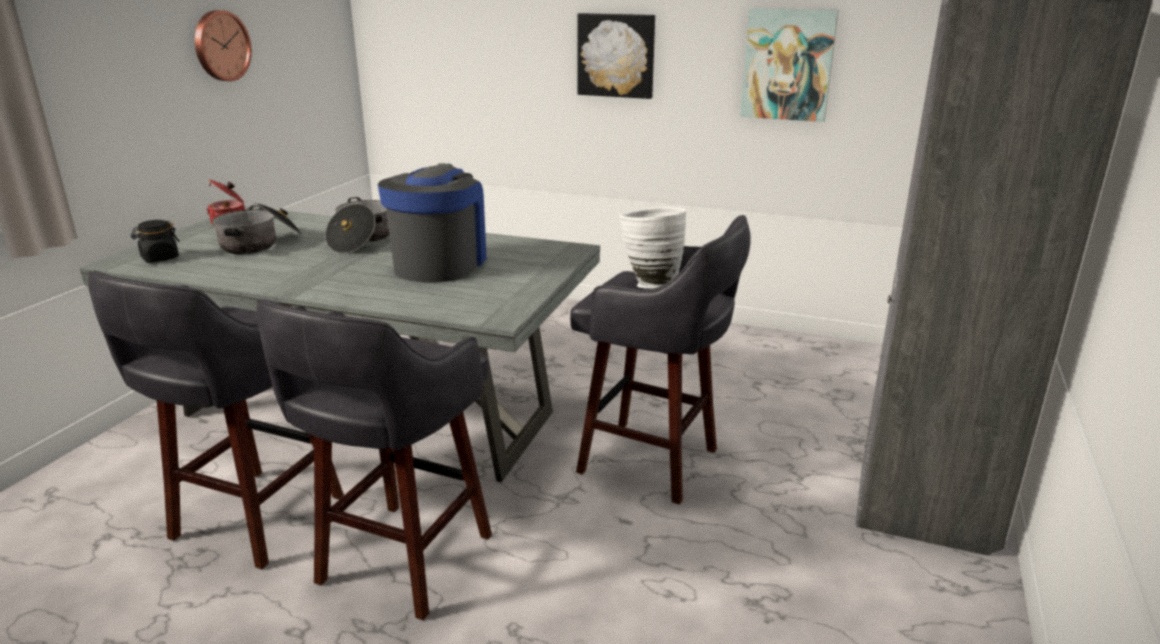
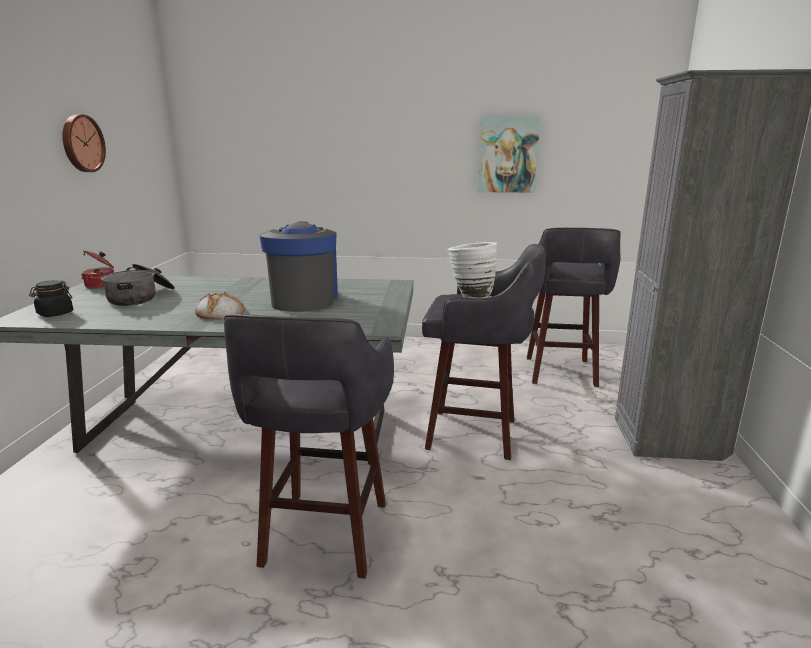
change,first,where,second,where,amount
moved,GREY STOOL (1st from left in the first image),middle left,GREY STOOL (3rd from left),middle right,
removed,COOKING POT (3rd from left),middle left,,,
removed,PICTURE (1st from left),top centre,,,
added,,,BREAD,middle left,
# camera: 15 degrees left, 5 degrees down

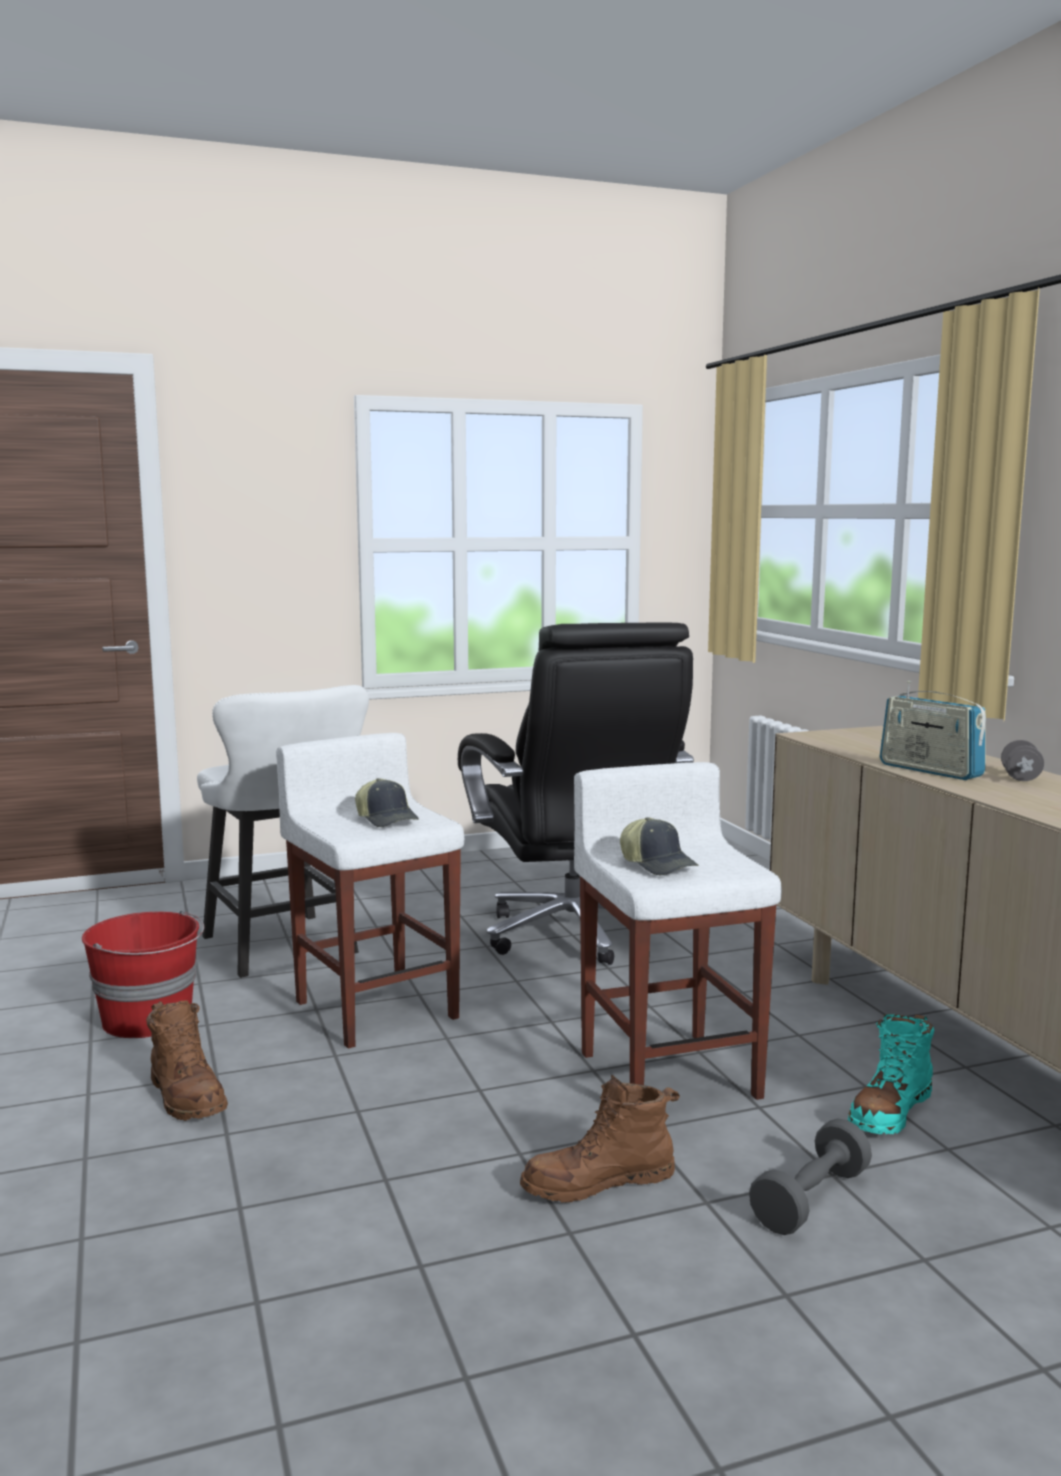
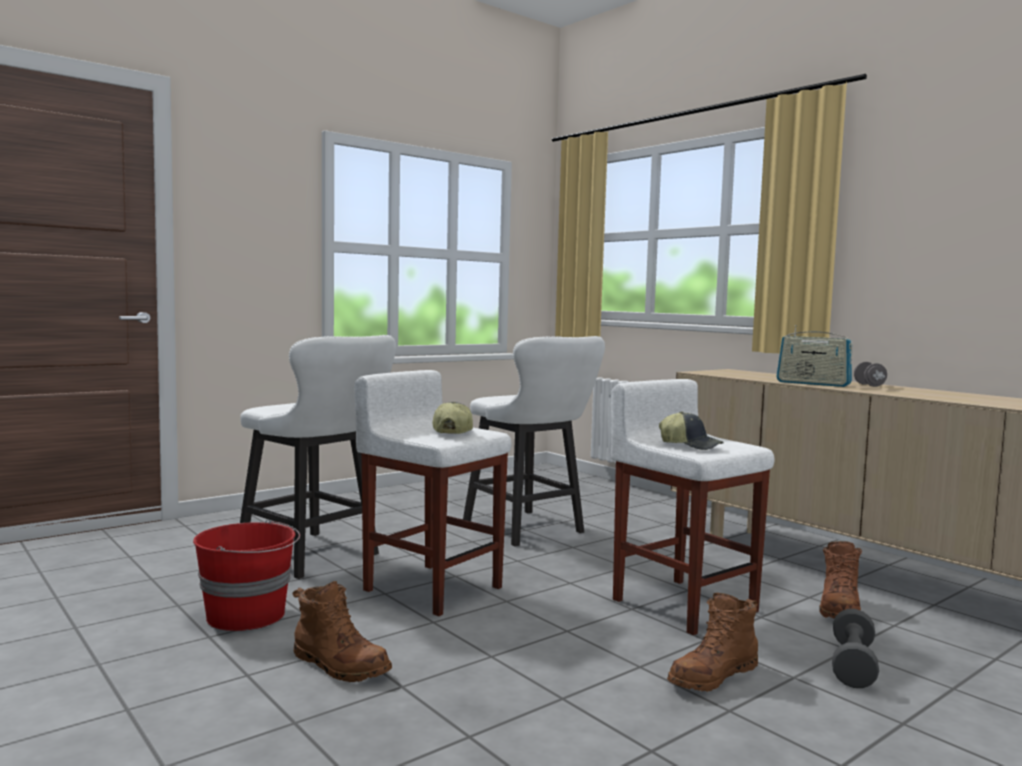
change,first,where,second,where,amount
turned,CAP (1st from left),centre,,centre,120 degrees counterclockwise
replaced,BLACK OFFICE CHAIR,centre,WHITE STOOL (3rd from left),centre,
recoloured,TURQUOISE BOOT,bottom right,BROWN BOOT (3rd from left),bottom right,
# camera: 20 degrees left, 5 degrees down

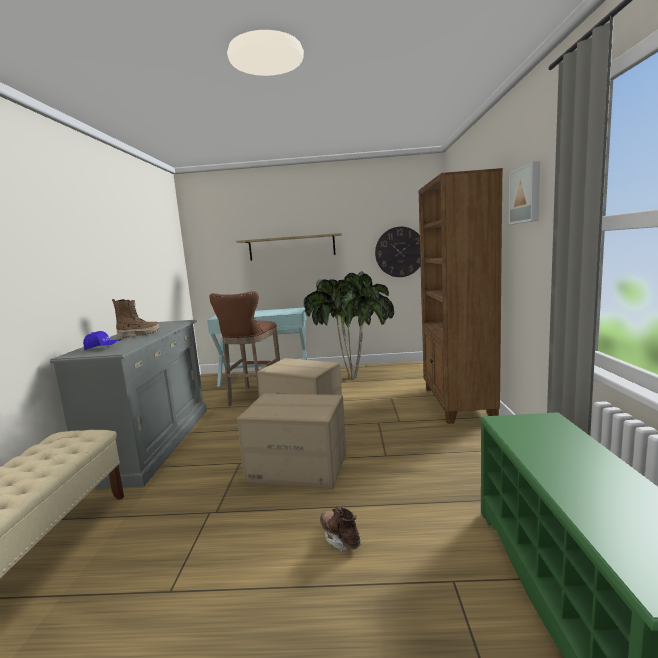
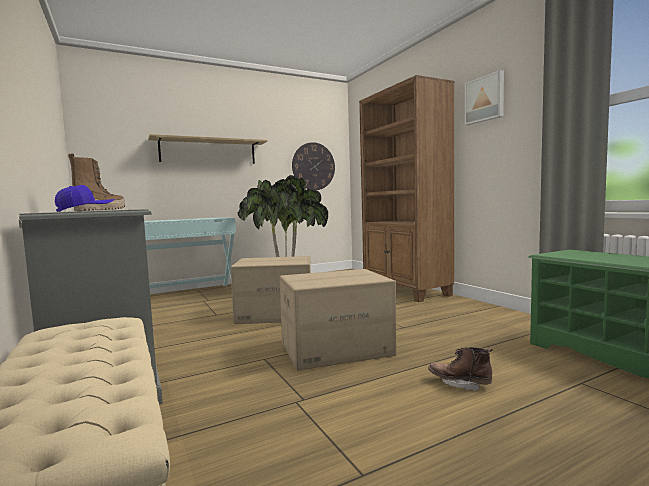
change,first,where,second,where,amount
removed,BROWN STOOL,centre,,,
# camera: 30 degrees left, 5 degrees down

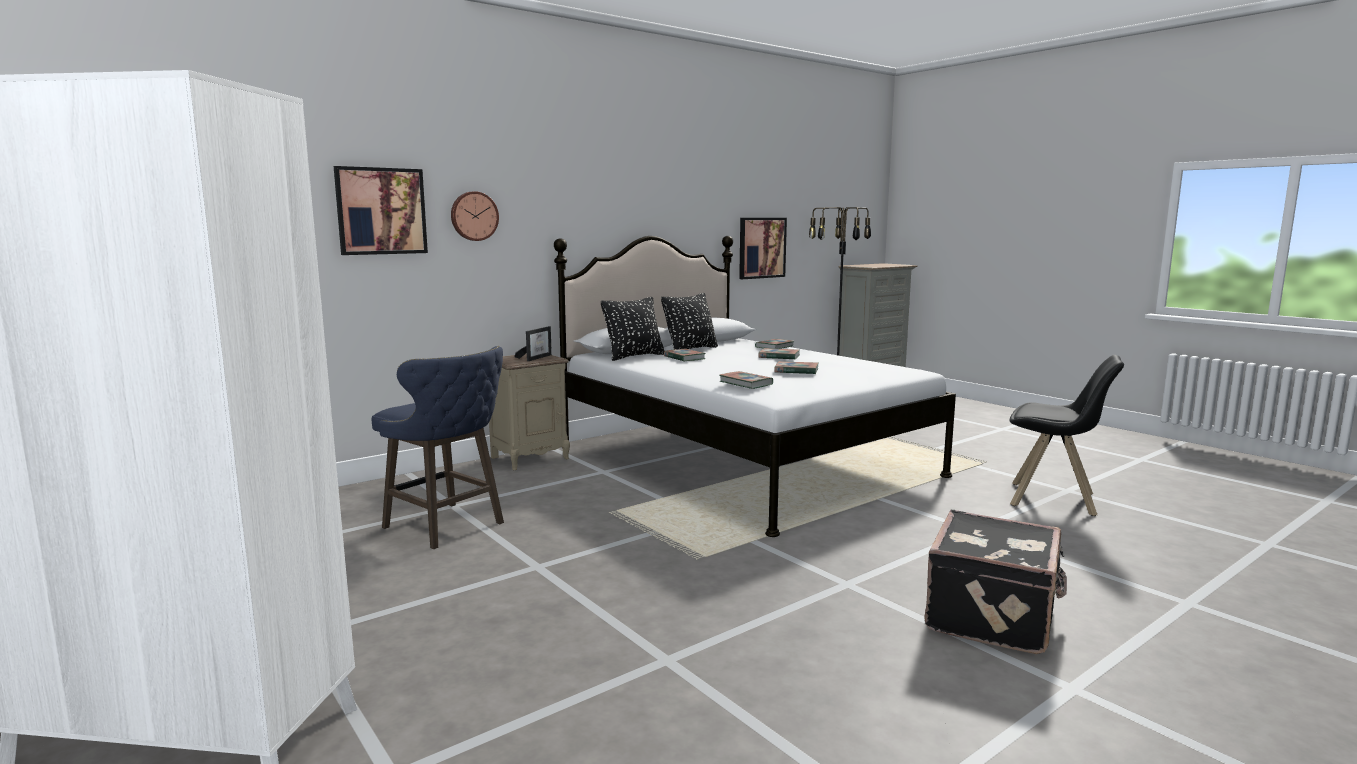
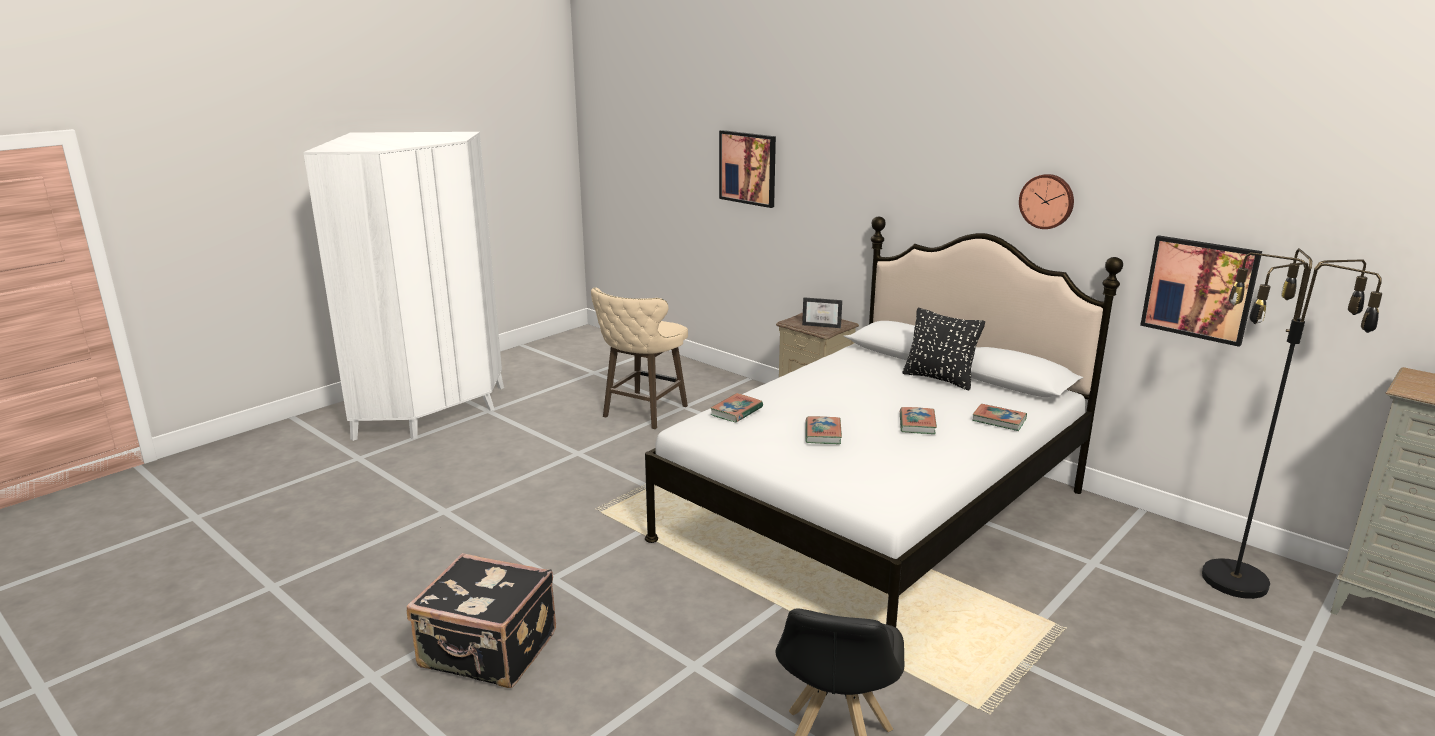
change,first,where,second,where,amount
recoloured,BLUE STOOL,middle left,BEIGE STOOL,centre,
moved,WALL CLOCK,top centre,,top right,
removed,BLACK PILLOW (1st from left),centre,,,
removed,BOOK (1st from left),centre,,,
# camera: 80 degrees right, 10 degrees up

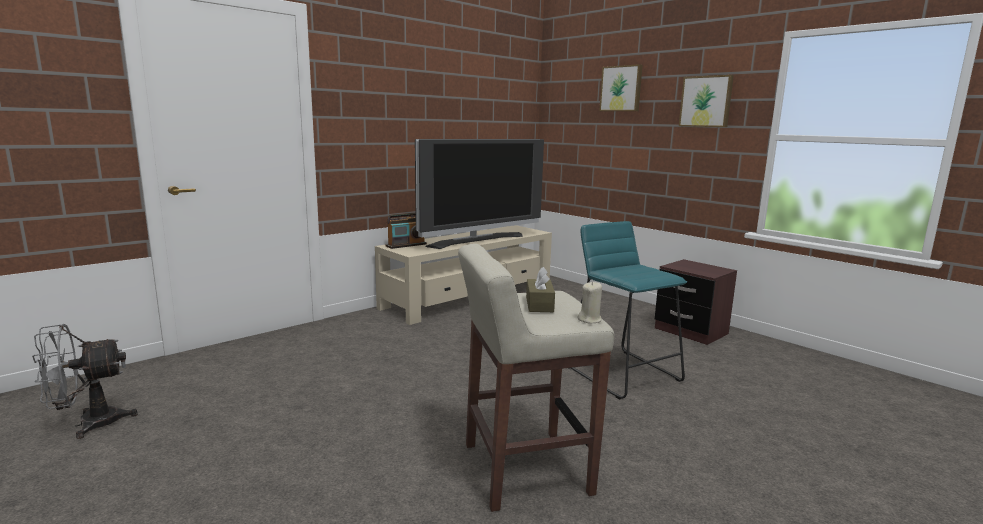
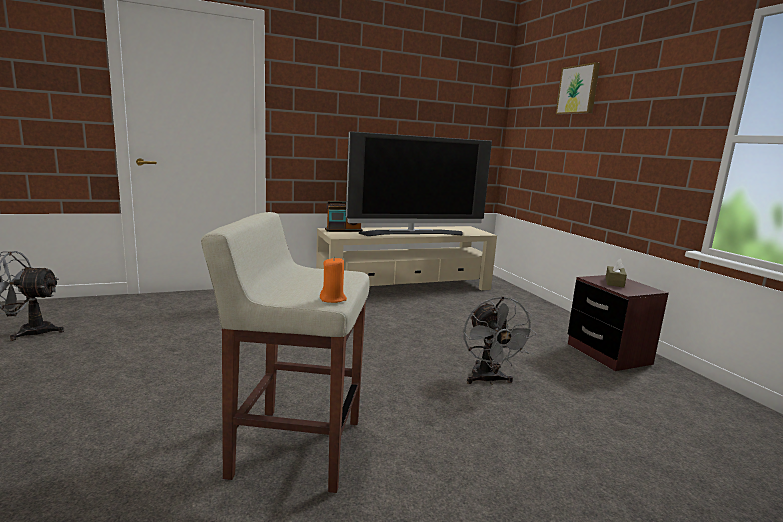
change,first,where,second,where,amount
moved,BROWN TISSUE BOX,centre,,middle right,
replaced,TURQUOISE STOOL,centre,GREY FAN (2nd from left),centre,
recoloured,BEIGE CANDLE,centre,ORANGE CANDLE,centre,
removed,PICTURE (2nd from left),top right,,,
# camera: 20 degrees right, 0 degrees up

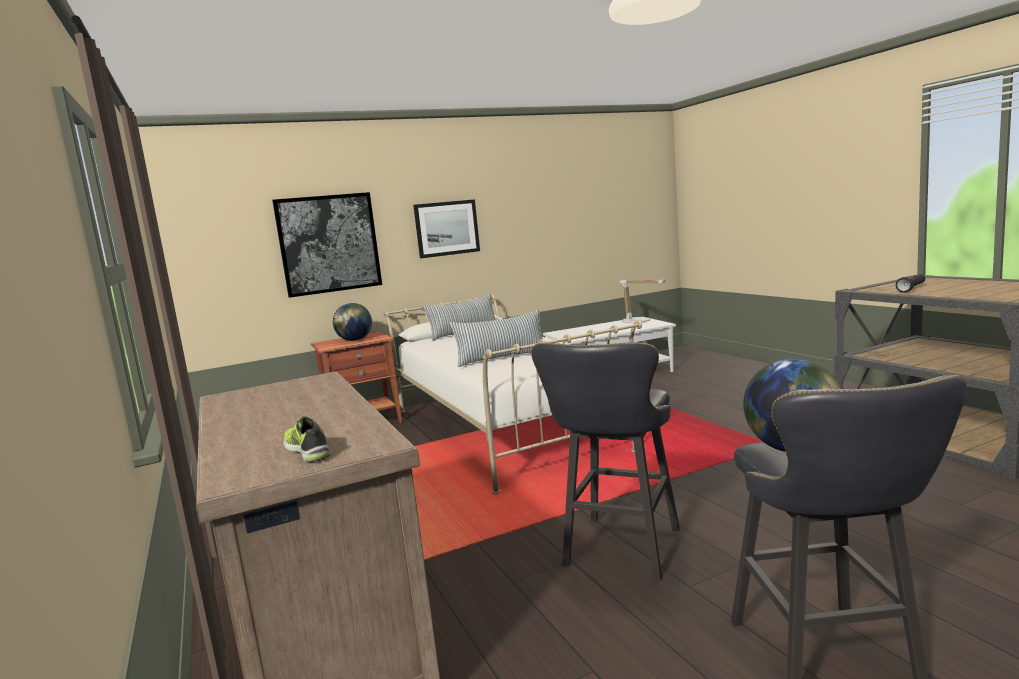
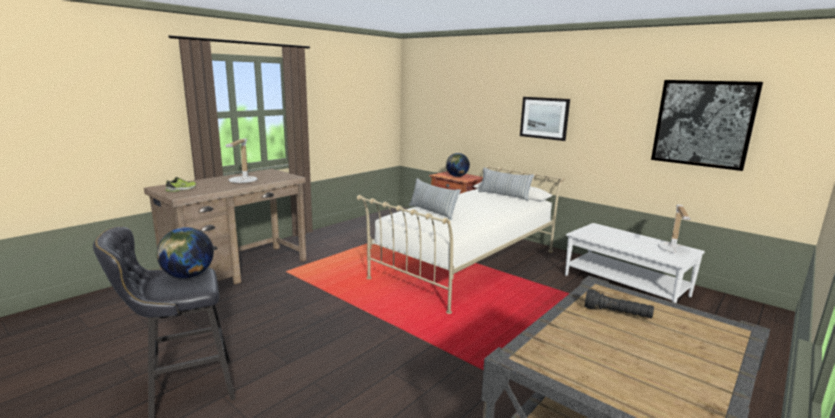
change,first,where,second,where,amount
moved,PICTURE (1st from left in the first image),middle left,PICTURE (2nd from left),top right,
removed,BLACK STOOL (1st from left),bottom centre,,,
added,,,TABLE LAMP (1st from left),middle left,
# camera: 65 degrees right, 5 degrees up

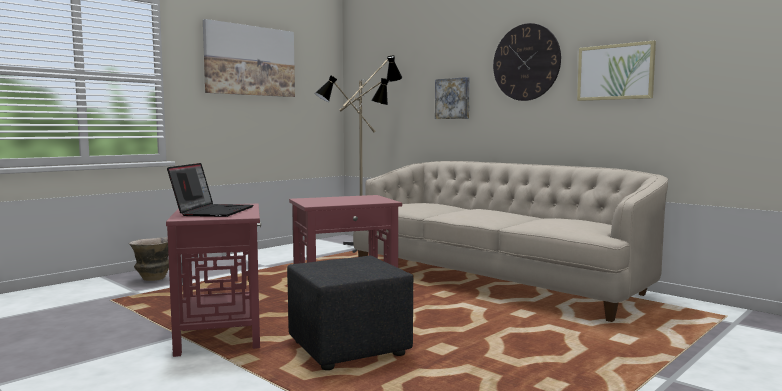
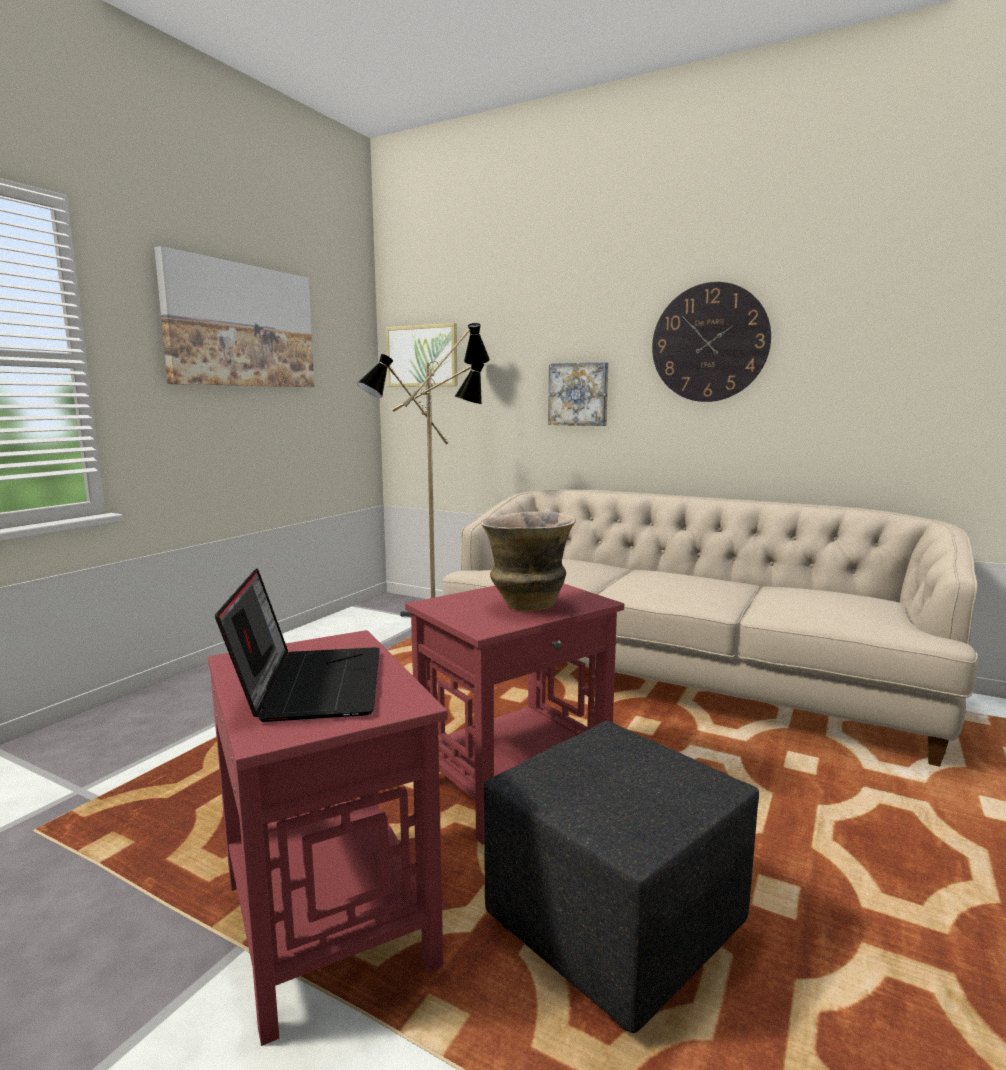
change,first,where,second,where,amount
moved,VASE,middle left,,centre,
moved,PICTURE (3rd from left in the first image),top right,PICTURE (2nd from left),top centre,
# camera: 15 degrees left, 5 degrees up

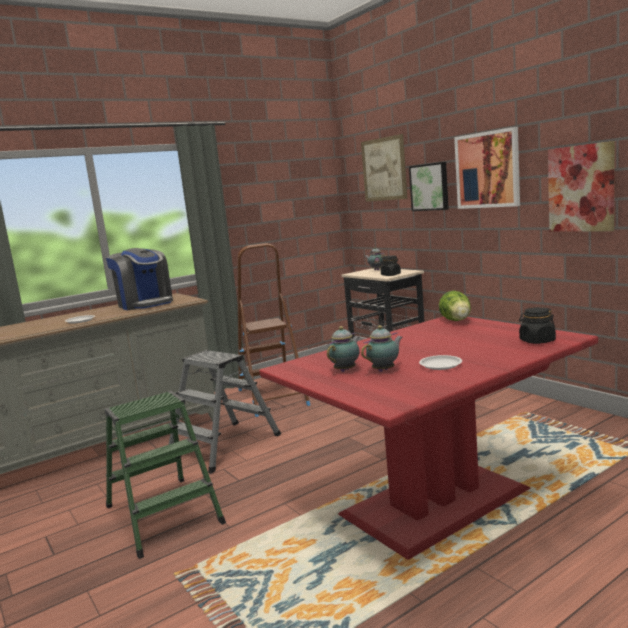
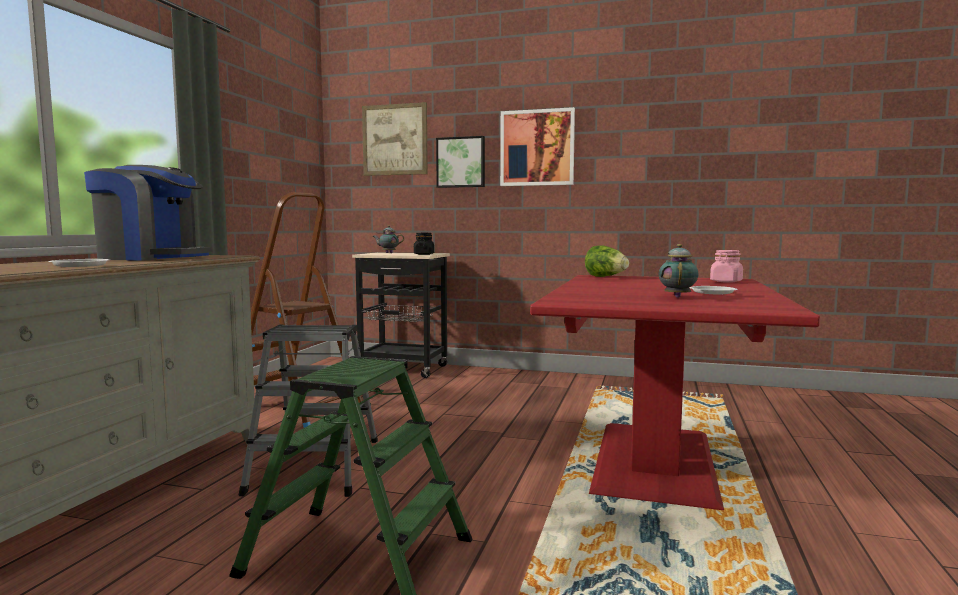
change,first,where,second,where,amount
removed,TEAPOT (1st from left),centre,,,
recoloured,BLACK JAR (2nd from left),middle right,PINK JAR,middle right,
removed,PICTURE (4th from left),top right,,,
# camera: 40 degrees left, 5 degrees down

